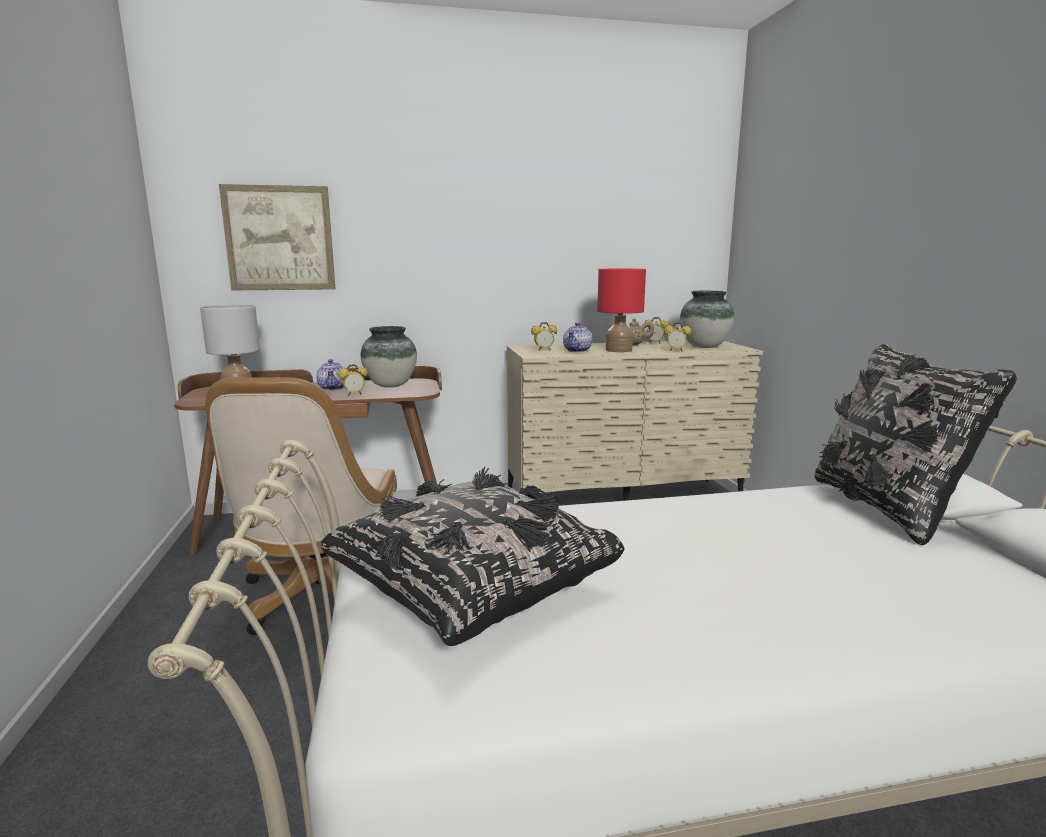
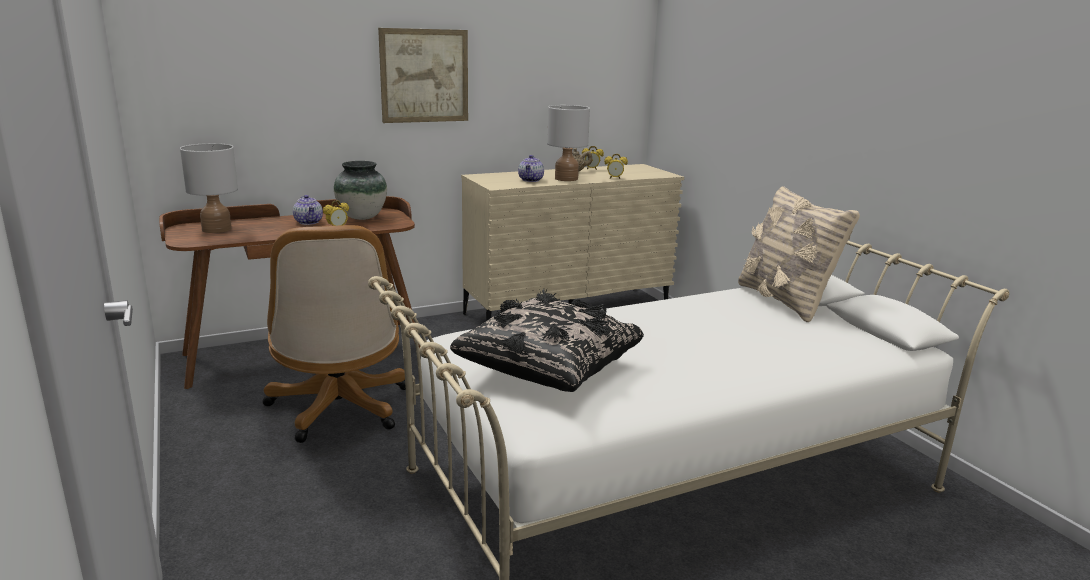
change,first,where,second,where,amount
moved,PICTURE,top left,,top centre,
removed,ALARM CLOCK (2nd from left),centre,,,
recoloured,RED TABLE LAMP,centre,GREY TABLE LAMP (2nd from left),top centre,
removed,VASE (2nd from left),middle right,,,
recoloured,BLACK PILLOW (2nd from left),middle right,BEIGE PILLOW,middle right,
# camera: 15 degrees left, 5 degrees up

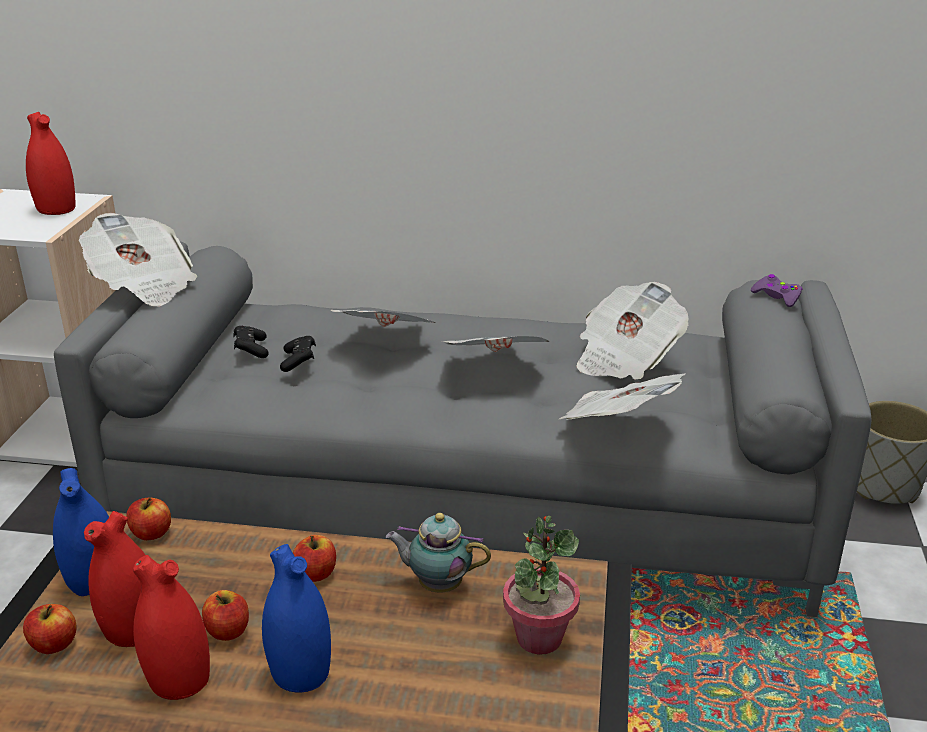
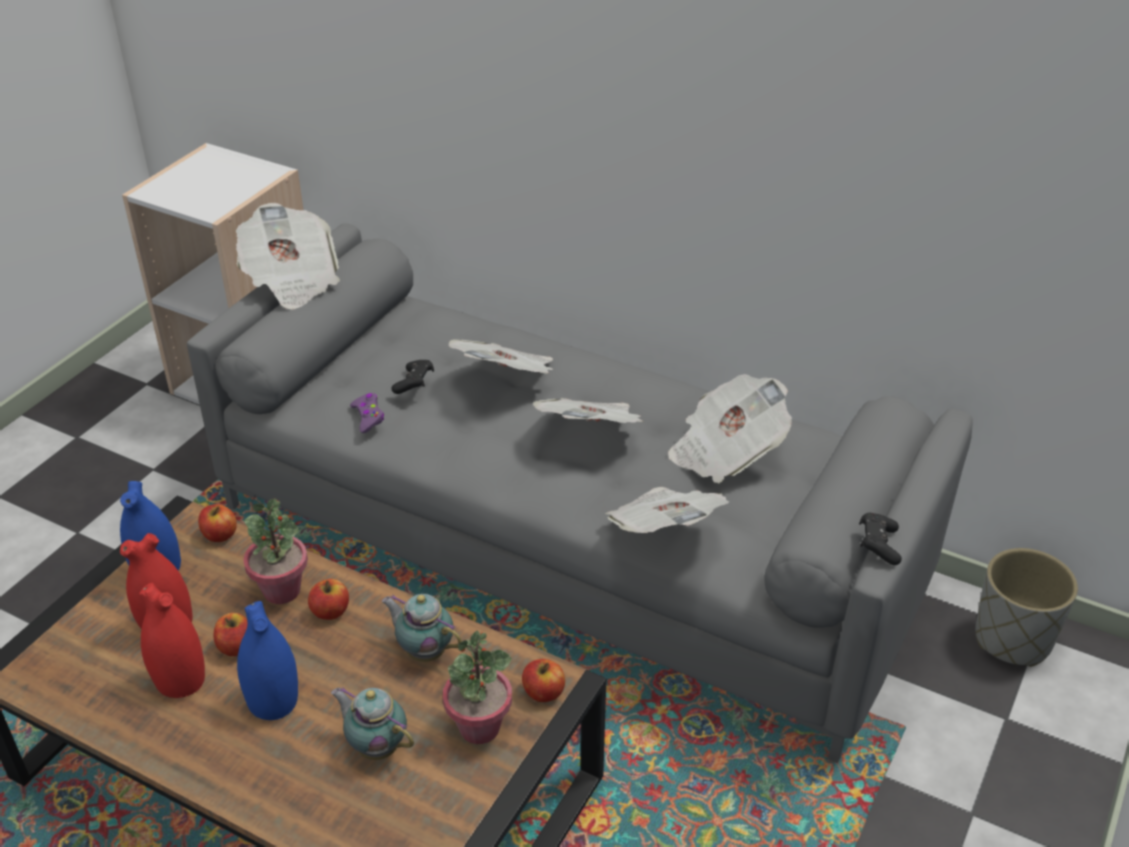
change,first,where,second,where,amount
moved,APPLE (1st from left in the first image),bottom left,APPLE (4th from left),bottom centre,
removed,RED VASE (1st from left),top left,,,
moved,BLACK GAME CONTROLLER (1st from left in the first image),middle left,BLACK GAME CONTROLLER (2nd from left),middle right,
moved,PURPLE GAME CONTROLLER,middle right,,middle left,
added,,,POTTED PLANT (1st from left),middle left,
added,,,TEAPOT (1st from left),bottom left,
# camera: 20 degrees right, 10 degrees up

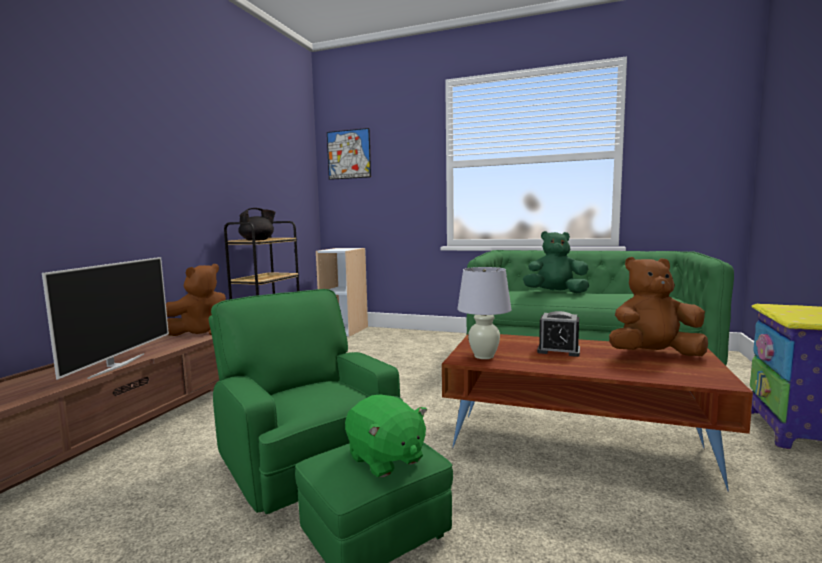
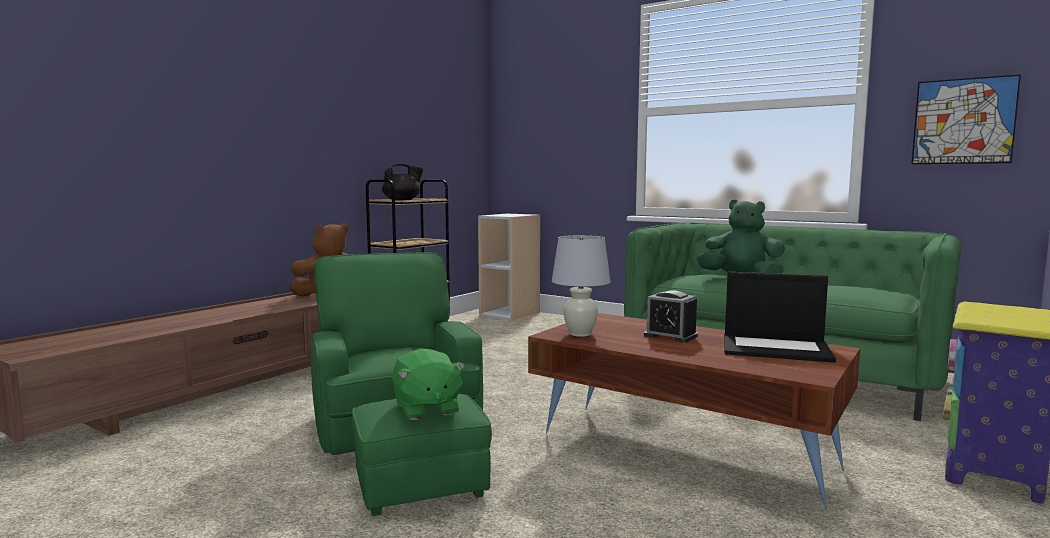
change,first,where,second,where,amount
removed,TELEVISION,middle left,,,
moved,PICTURE,top centre,,top right,
replaced,BROWN PLUSH TOY (2nd from left),middle right,LAPTOP,middle right,
# camera: 15 degrees right, 0 degrees up

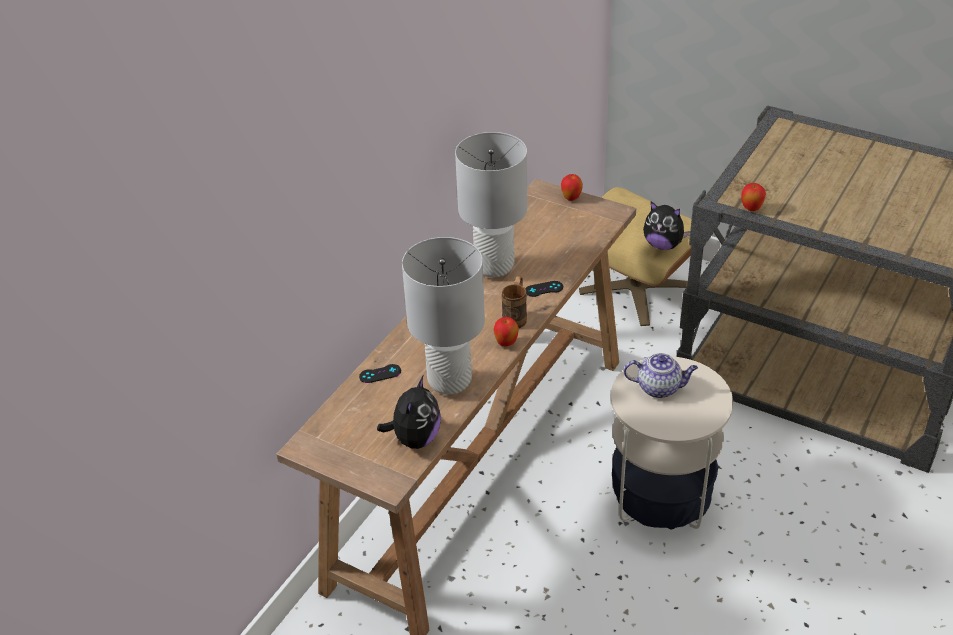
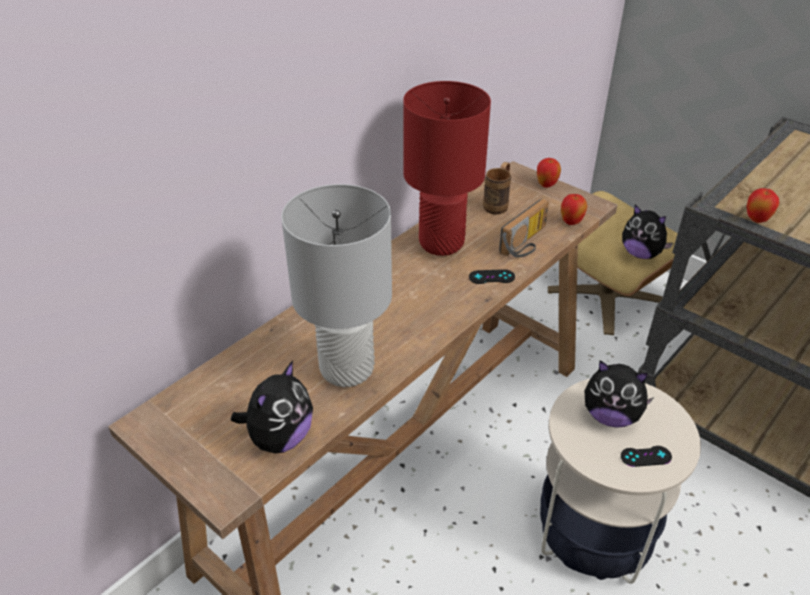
change,first,where,second,where,amount
moved,BLACK GAME CONTROLLER (1st from left in the first image),centre,BLACK GAME CONTROLLER (2nd from left),bottom right,
recoloured,GREY TABLE LAMP (2nd from left),top centre,RED TABLE LAMP,top centre,
moved,APPLE (1st from left in the first image),centre,APPLE (2nd from left),middle right,
moved,BROWN MUG,centre,,top centre,
replaced,TEAPOT,middle right,PLUSH TOY (2nd from left),middle right,
added,,,RADIO,centre,
# camera: 10 degrees right, 0 degrees up

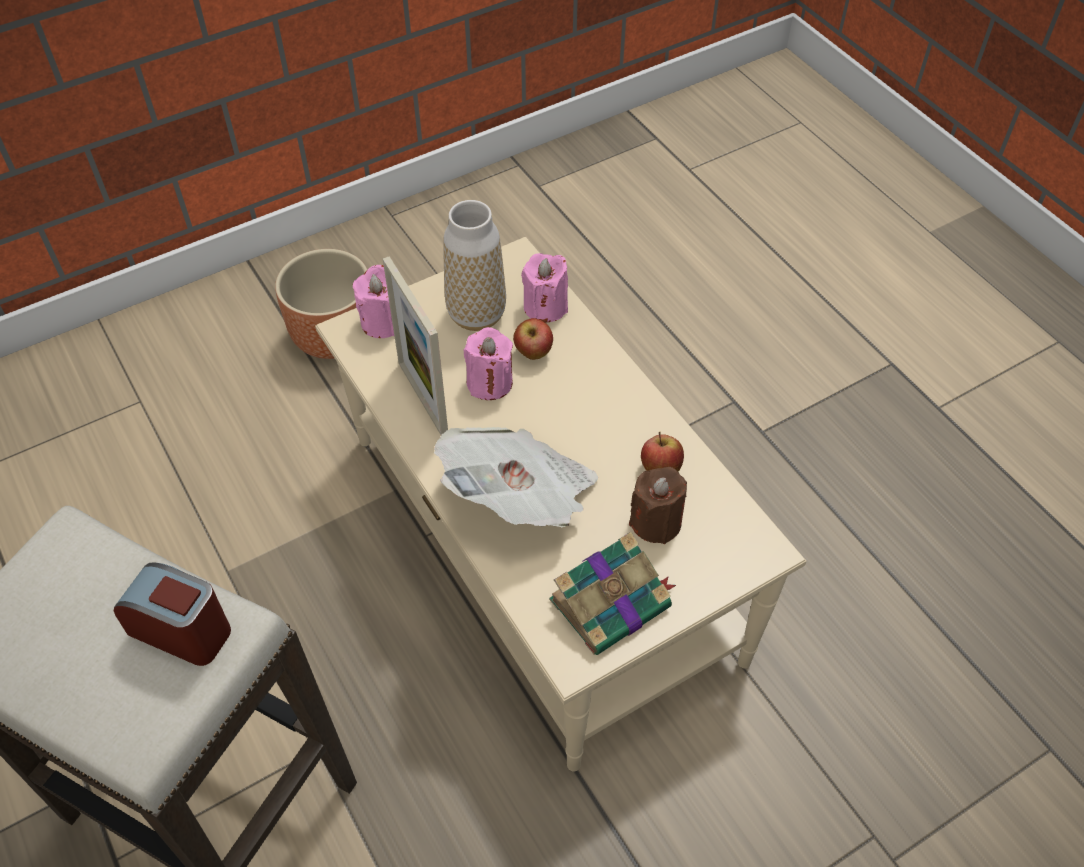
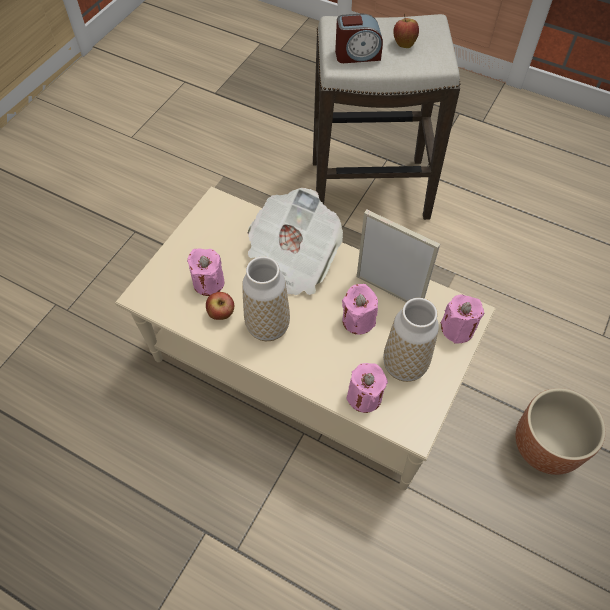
change,first,where,second,where,amount
moved,APPLE (1st from left in the first image),centre,APPLE (2nd from left),top centre,
removed,BOOK,bottom centre,,,
recoloured,BROWN CANDLE,centre,PINK CANDLE (1st from left),centre,
added,,,VASE (1st from left),centre,
# camera: 150 degrees right, 5 degrees up

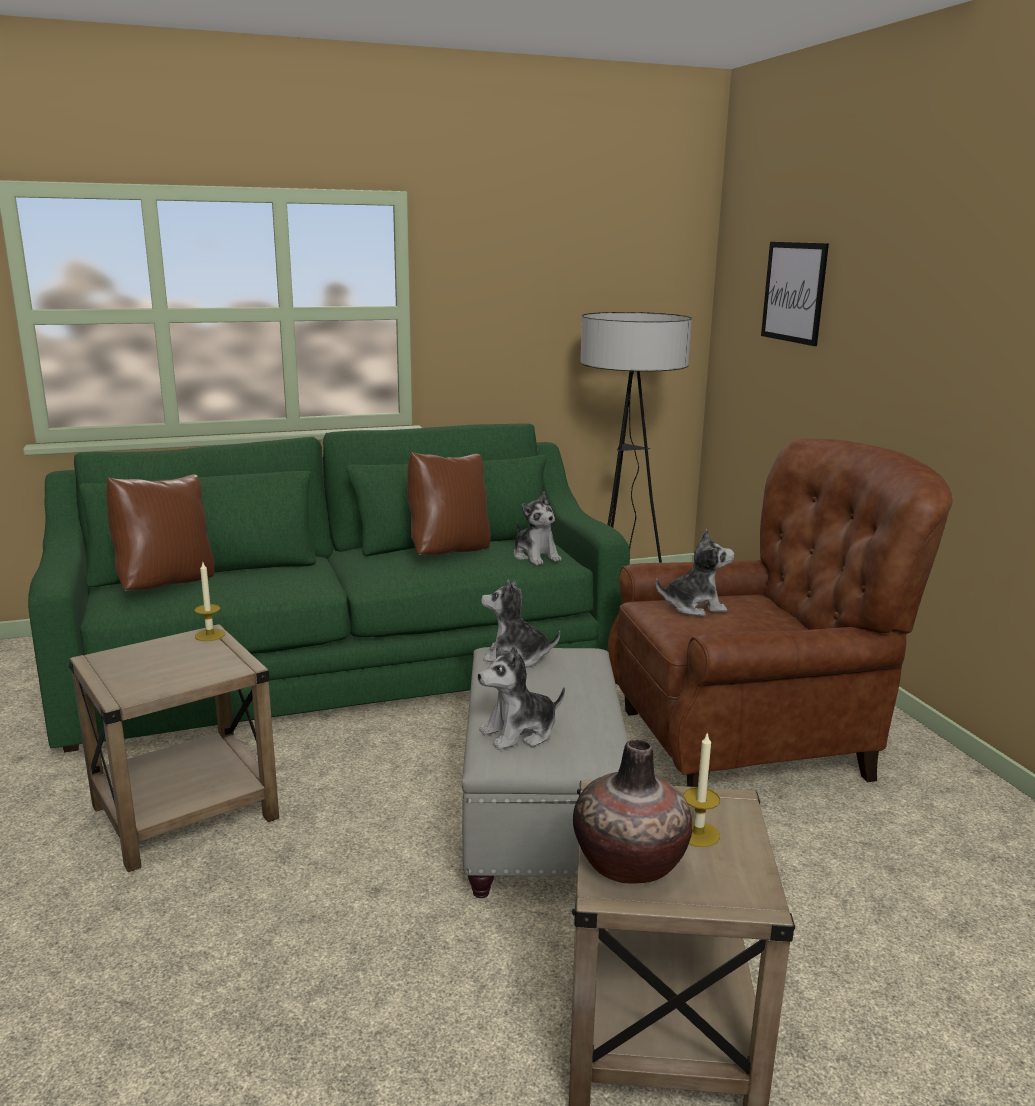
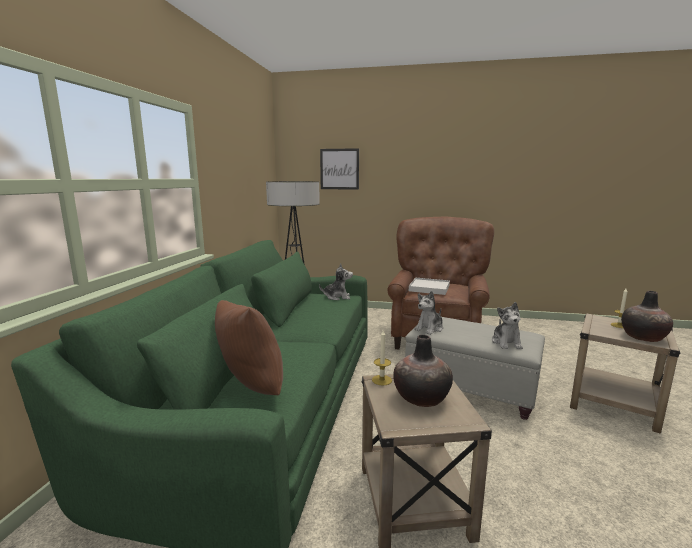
change,first,where,second,where,amount
removed,BROWN PILLOW (2nd from left),centre,,,
replaced,PLUSH TOY (4th from left),middle right,WHITE TRAY,centre,
added,,,VASE (1st from left),bottom centre,
# camera: 60 degrees left, 5 degrees down

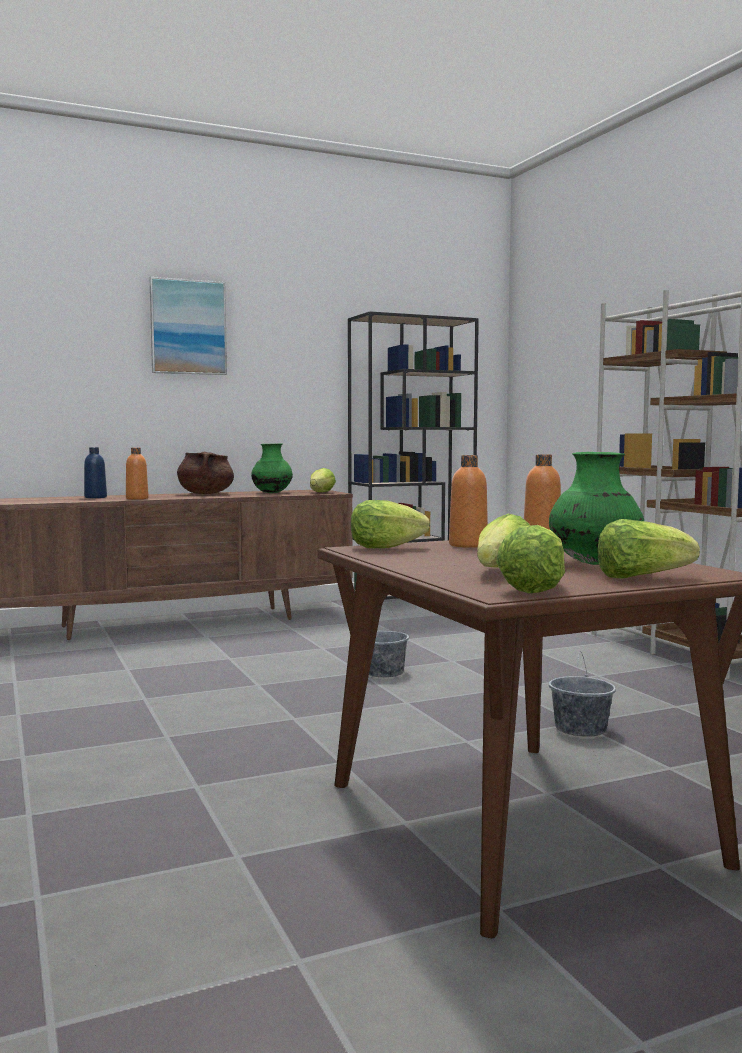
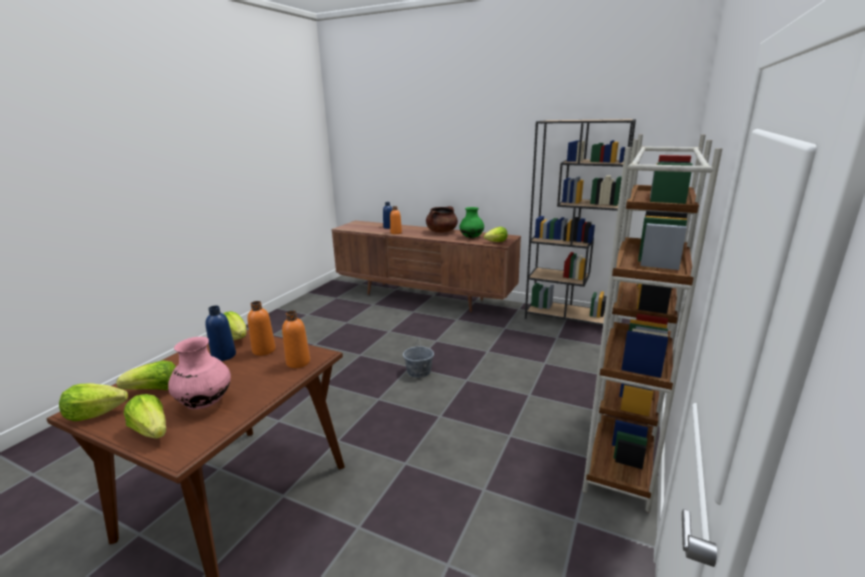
change,first,where,second,where,amount
removed,PICTURE,top left,,,
recoloured,GREEN VASE (2nd from left),middle right,PINK VASE,middle left,
removed,GREY BUCKET (2nd from left),middle right,,,
added,,,BLUE BOTTLE (1st from left),middle left,
# camera: 50 degrees right, 15 degrees up

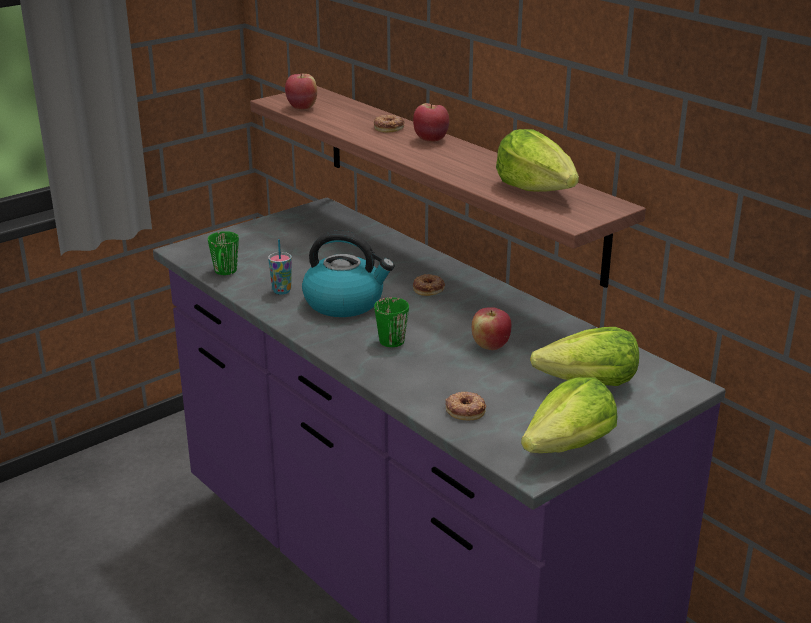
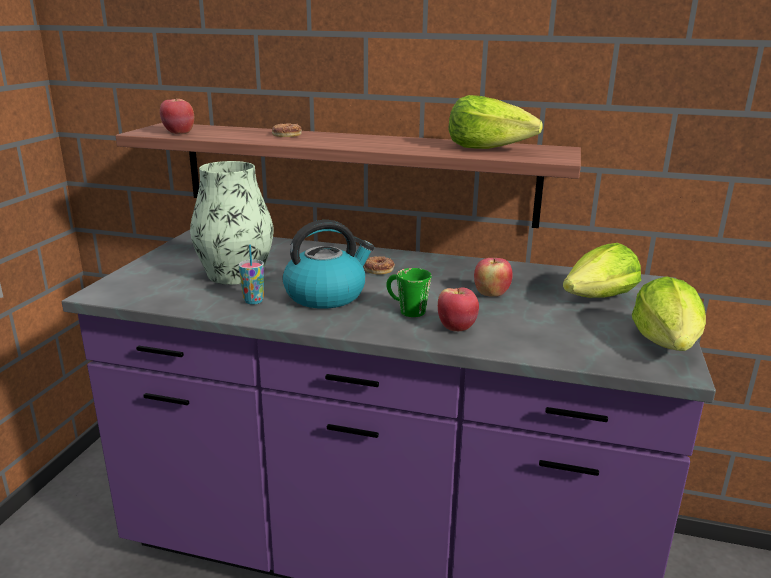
change,first,where,second,where,amount
removed,GREEN MUG (1st from left),middle left,,,
moved,APPLE (2nd from left),top centre,,centre,
removed,DONUT (3rd from left),centre,,,
added,,,VASE,middle left,
# camera: 35 degrees left, 5 degrees down

